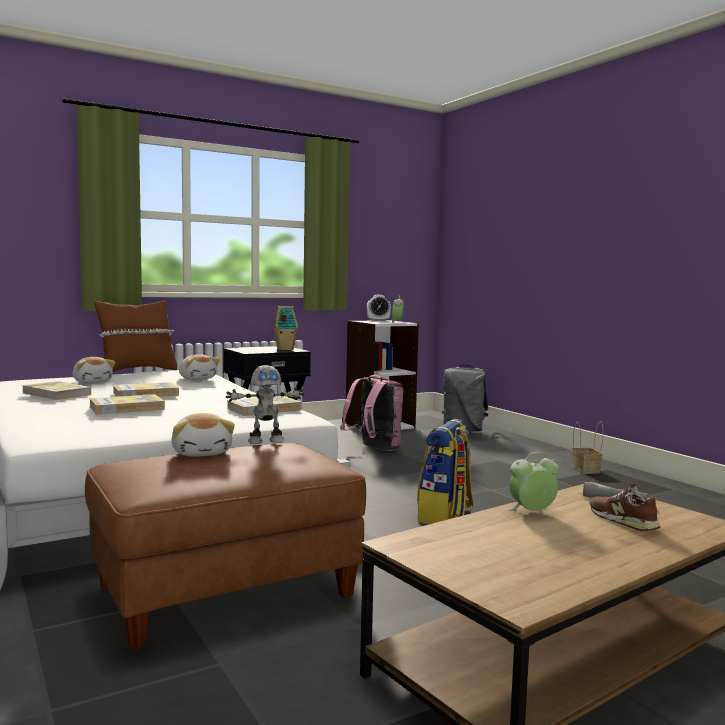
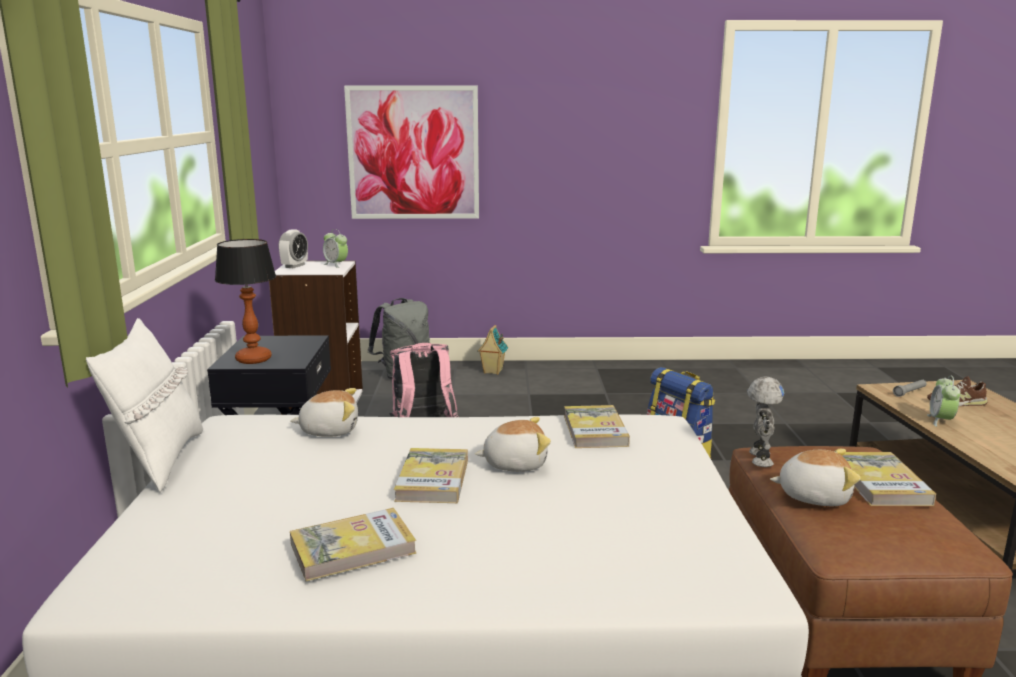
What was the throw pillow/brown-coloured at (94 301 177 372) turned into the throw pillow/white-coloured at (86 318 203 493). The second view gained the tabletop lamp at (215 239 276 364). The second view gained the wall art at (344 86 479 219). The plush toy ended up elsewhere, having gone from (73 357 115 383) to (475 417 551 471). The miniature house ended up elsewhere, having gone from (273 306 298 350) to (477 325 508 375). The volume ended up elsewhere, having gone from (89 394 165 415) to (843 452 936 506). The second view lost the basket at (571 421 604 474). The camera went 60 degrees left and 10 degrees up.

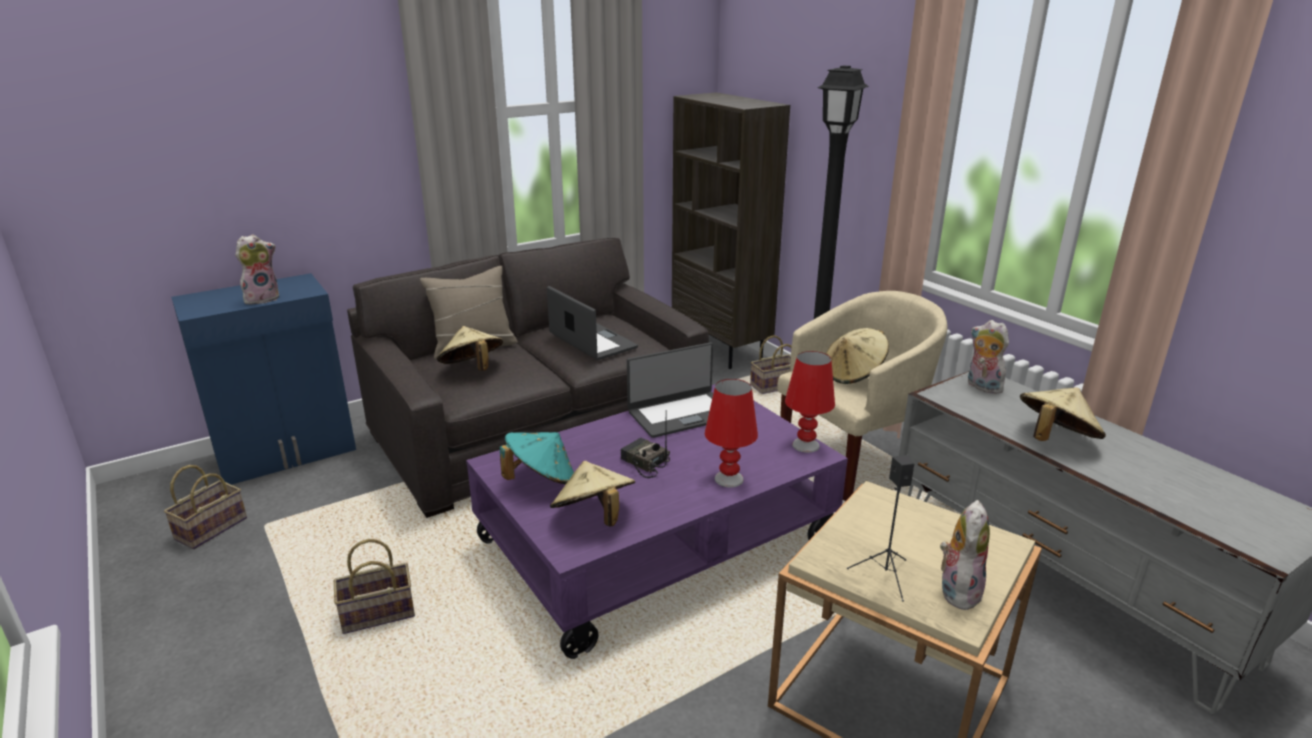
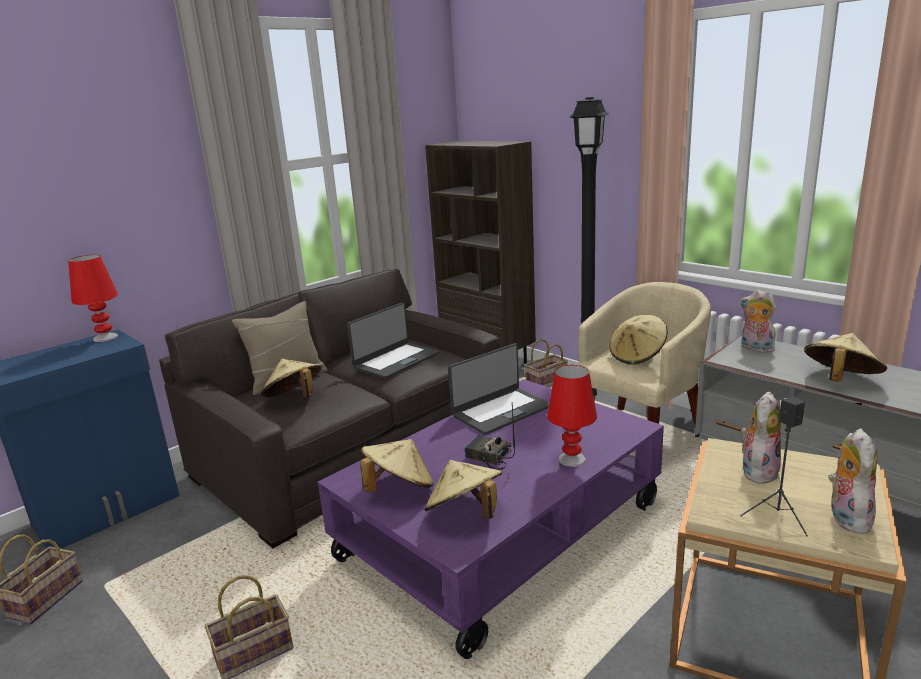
The tabletop lamp/red-coloured ended up elsewhere, having gone from (785 351 835 453) to (68 255 118 342). The laptop at (547 286 638 360) ended up facing another way, 90 degrees clockwise from before. What was the clothing hat/blue-green at (500 432 574 485) turned into the clothing hat/beige-coloured at (361 439 434 493). The plush toy ended up elsewhere, having gone from (235 234 279 304) to (740 391 781 484). The camera went 10 degrees left and 5 degrees down.

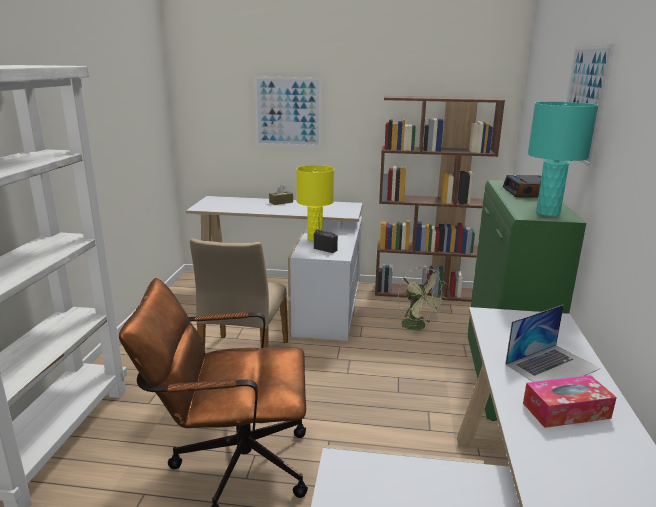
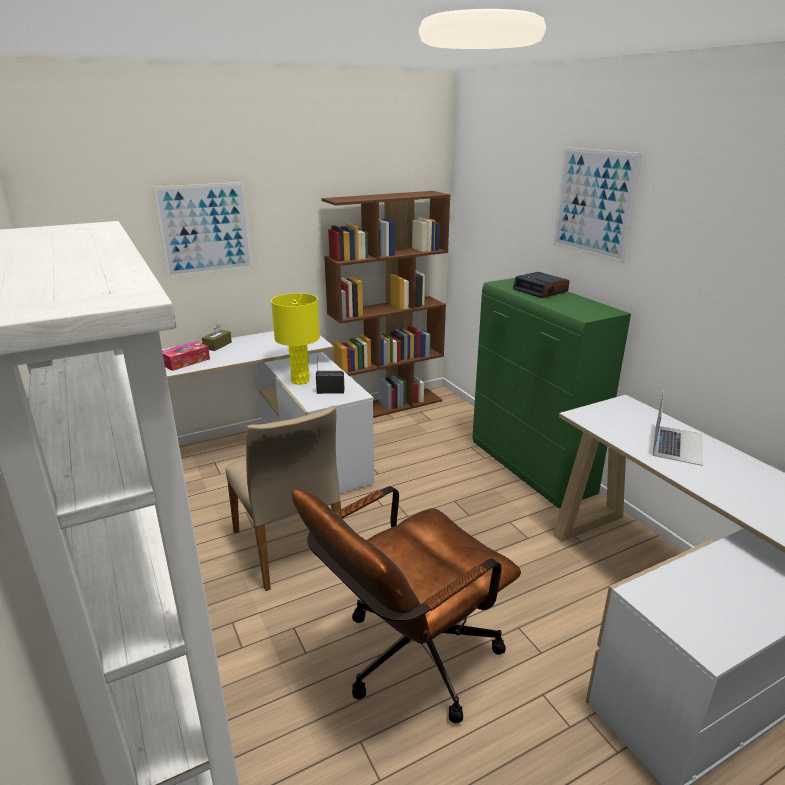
The tissue holder ended up elsewhere, having gone from (523 375 617 428) to (162 341 210 371). The second view lost the cooling fan/greenish at (398 267 447 333). The second view lost the tabletop lamp/blue-green at (528 102 598 216). The camera went 35 degrees left and 5 degrees up.

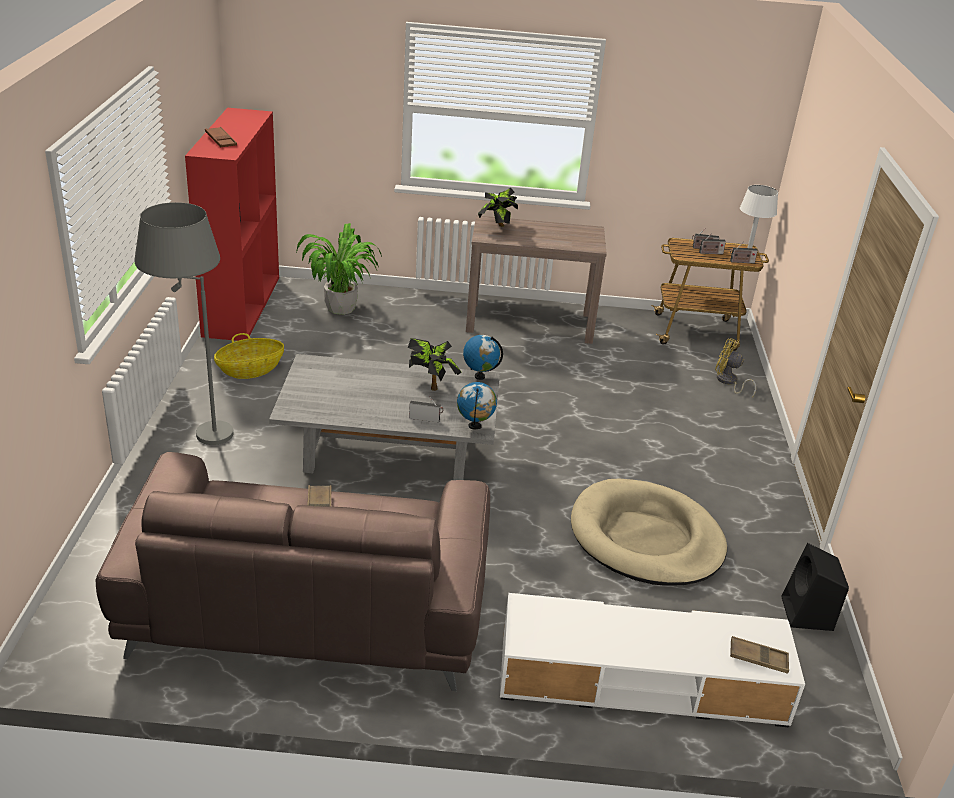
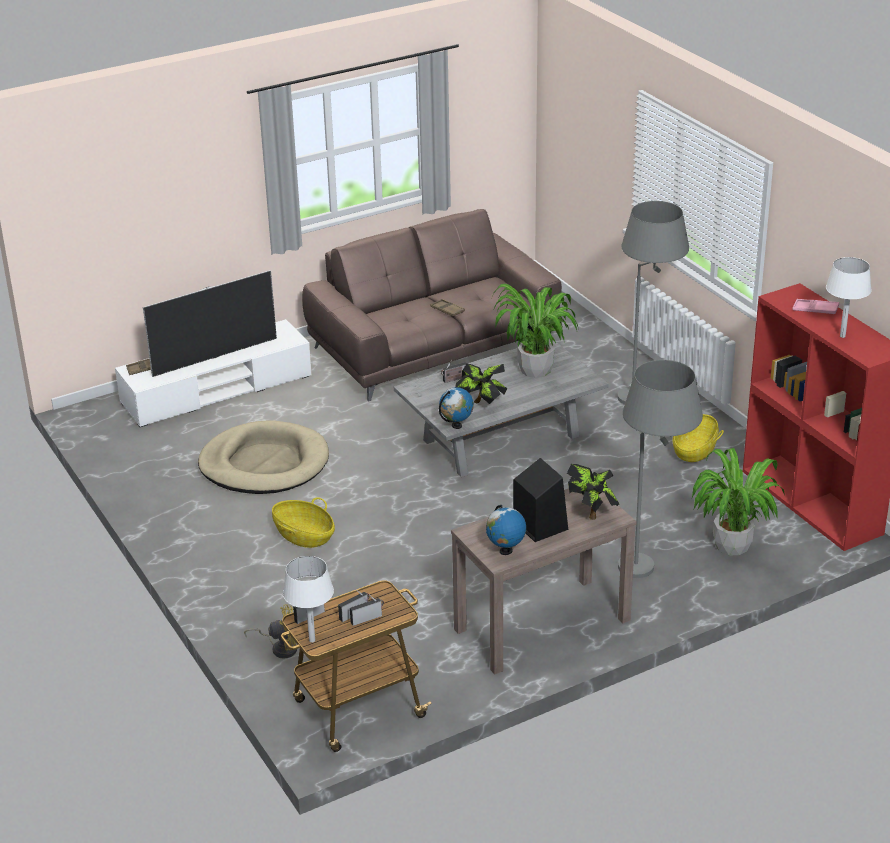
The second view gained the TV set at (143 270 277 377). The second view gained the basket at (272 497 335 548). The globe ended up elsewhere, having gone from (457 382 497 430) to (486 505 526 555). The second view gained the plant in a pot at (492 284 579 378). The audio speaker/black ended up elsewhere, having gone from (781 543 849 631) to (513 458 568 542). The second view gained the standard lamp/gray at (618 360 703 578). What was the tray/brown-coloured at (205 127 237 147) turned into the tray/pinkish at (792 299 839 314). The second view gained the tabletop lamp/white-coloured at (826 257 872 338). The camera went 150 degrees right and 0 degrees up.

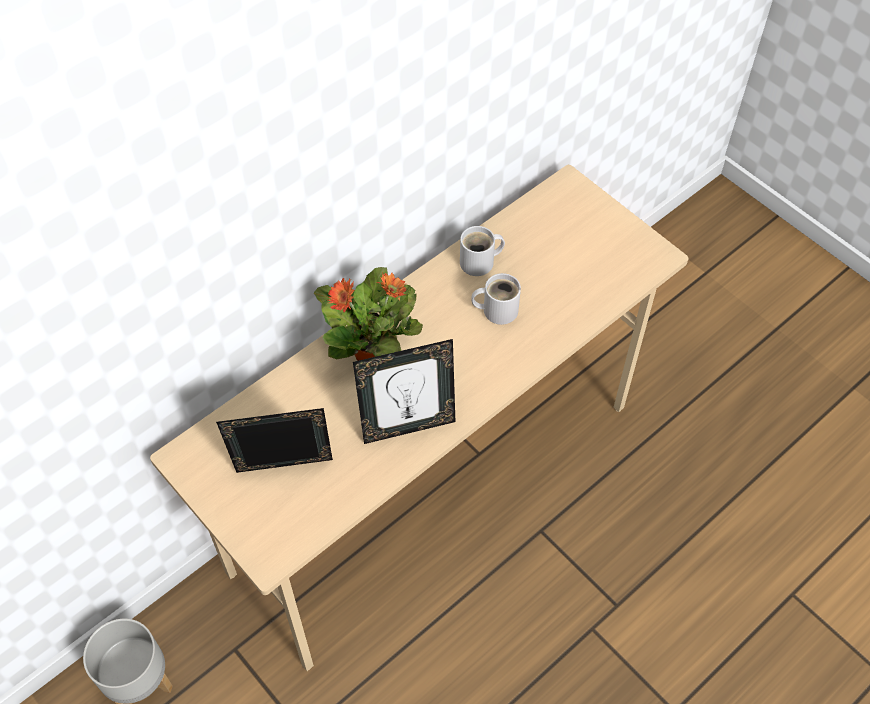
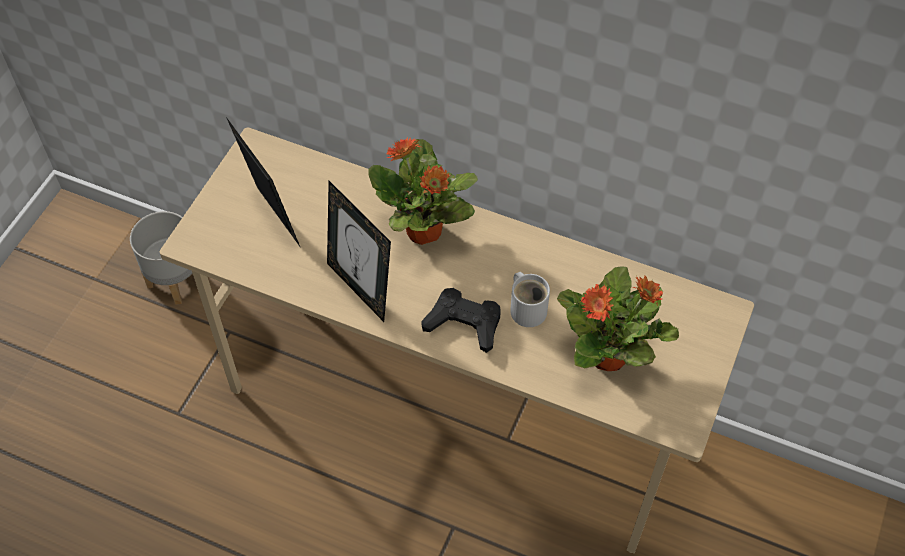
The second view gained the game controller/black at (421 288 501 353). The second view gained the plant in a pot at (557 266 679 371). The second view lost the mug/white-coloured at (460 226 505 276). The camera went 65 degrees right and 0 degrees up.

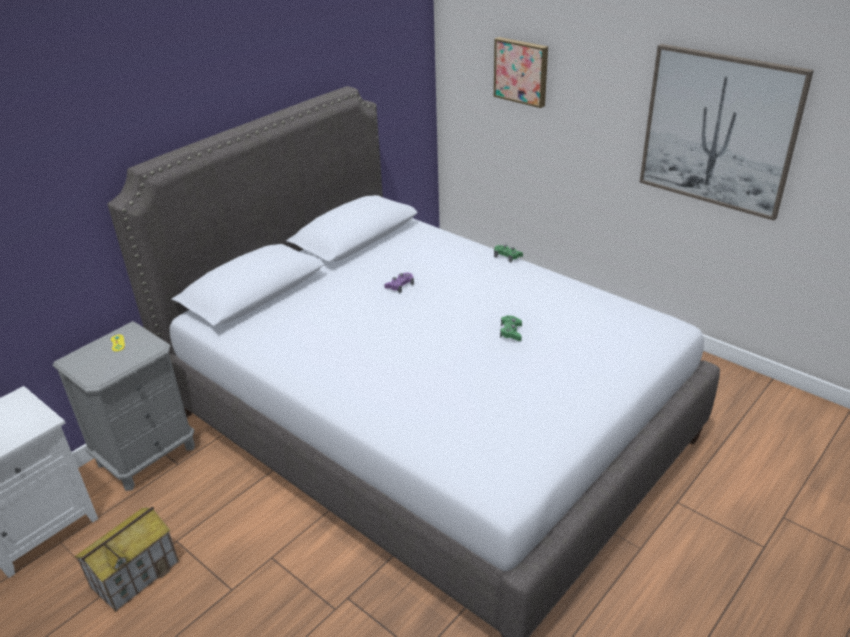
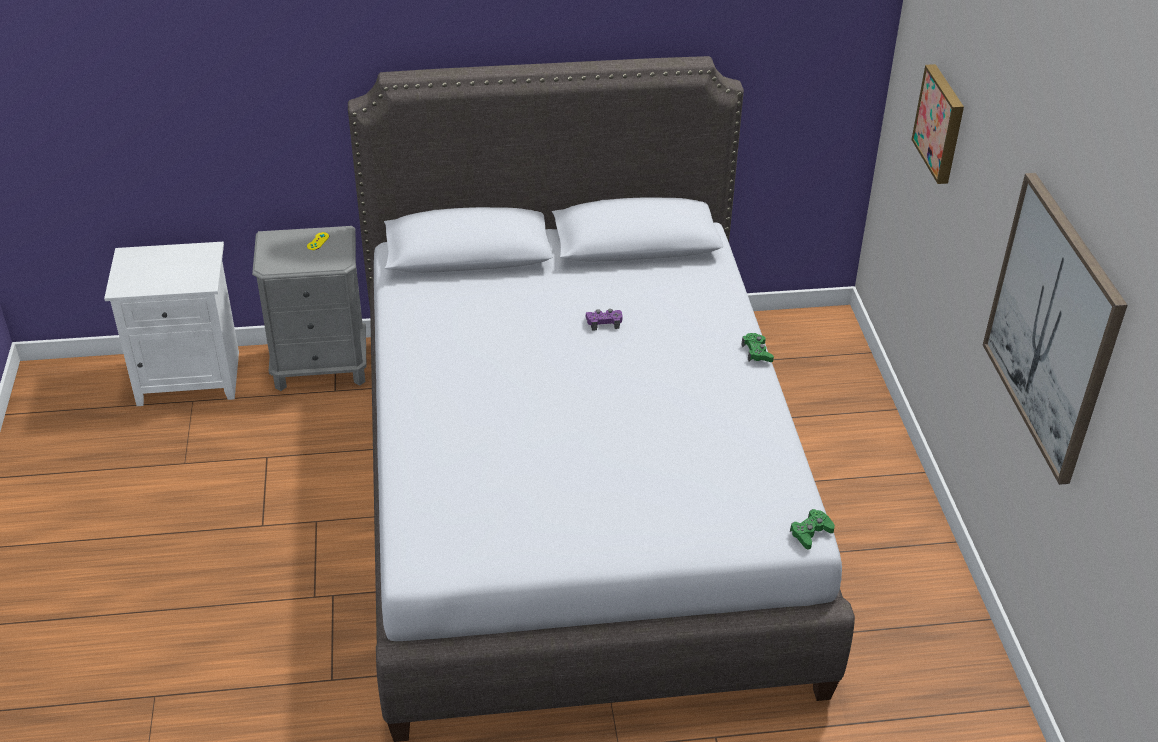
The game controller/greenish ended up elsewhere, having gone from (500 315 522 341) to (790 509 835 550). The second view lost the miniature house at (74 506 179 612). The camera went 40 degrees right and 5 degrees up.

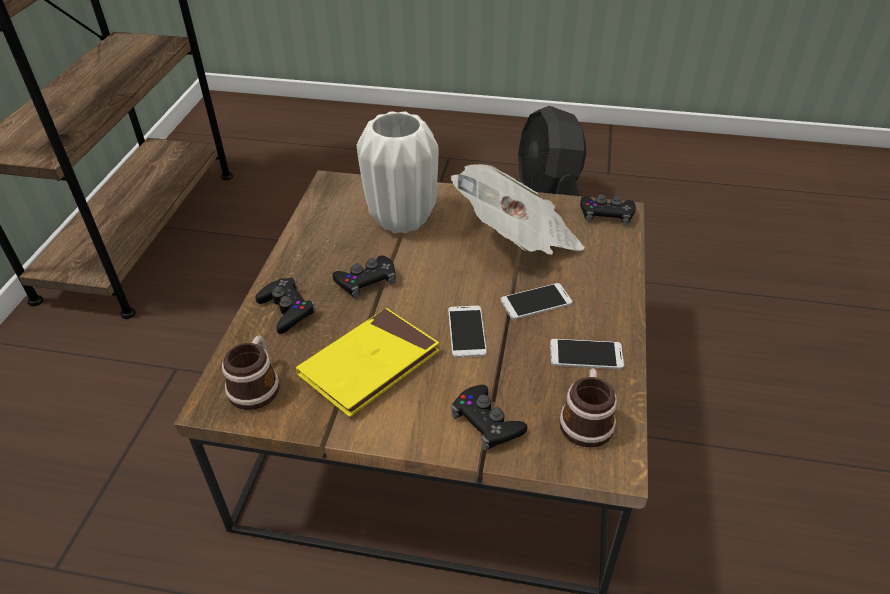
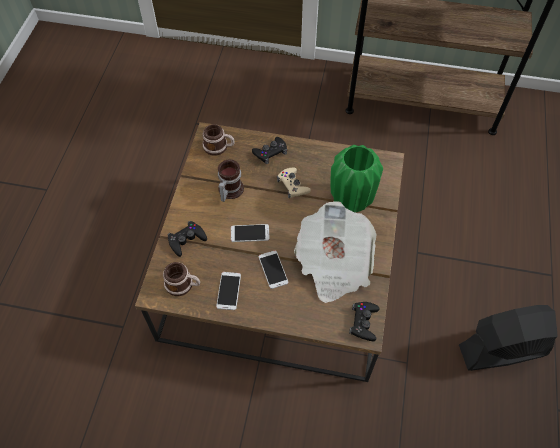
Where the volume/yellow-coloured stood at (296 308 440 417), the mug came to stand at (218 159 244 202). What was the game controller/black at (332 256 395 298) turned into the game controller/beige-coloured at (277 168 311 198). What was the vase/white-coloured at (357 111 438 233) turned into the vase/greenish at (331 145 383 213). The camera went 90 degrees right and 15 degrees up.

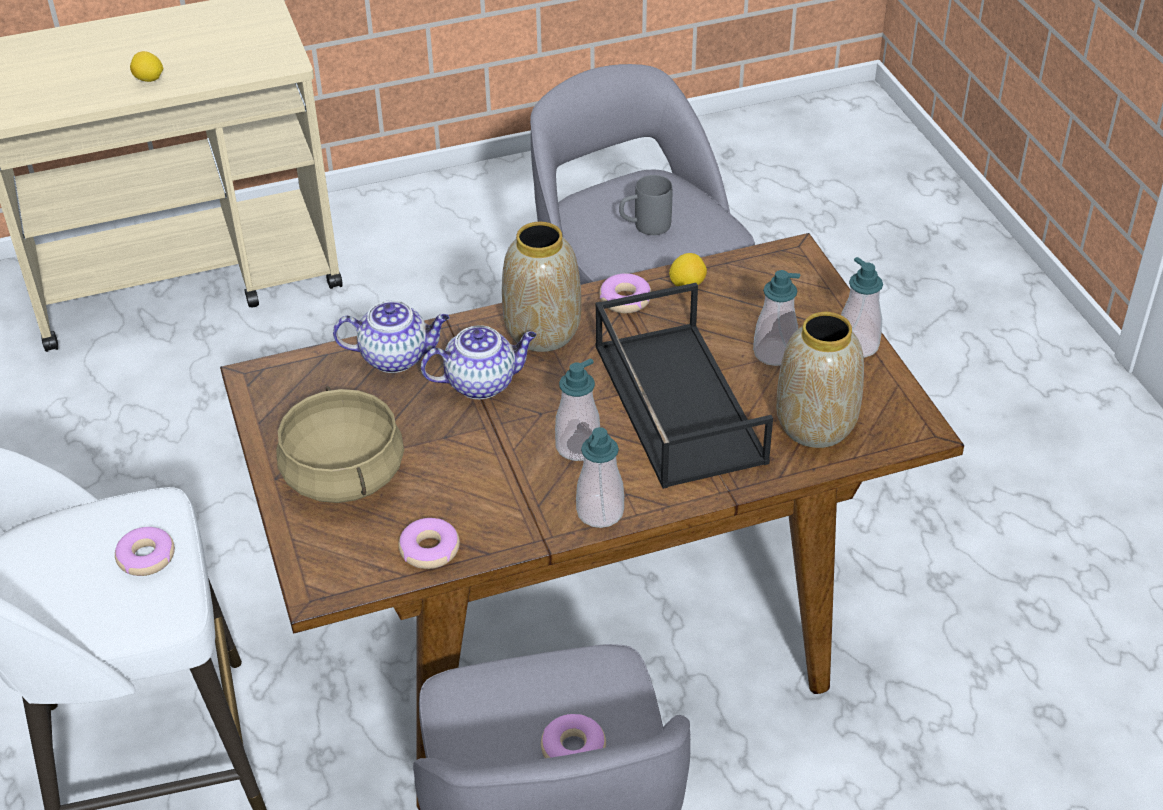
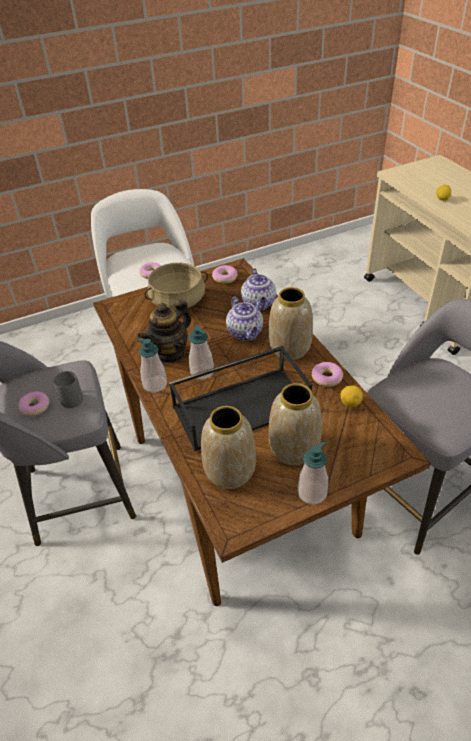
The mug/gray ended up elsewhere, having gone from (619 175 672 235) to (53 370 83 408). The second view gained the tea pot at (138 299 191 364). The donut ended up elsewhere, having gone from (398 518 460 569) to (212 265 237 284). Where the soap dispenser stood at (753 270 800 366), the vase came to stand at (269 383 322 465). The camera went 85 degrees right and 0 degrees up.

